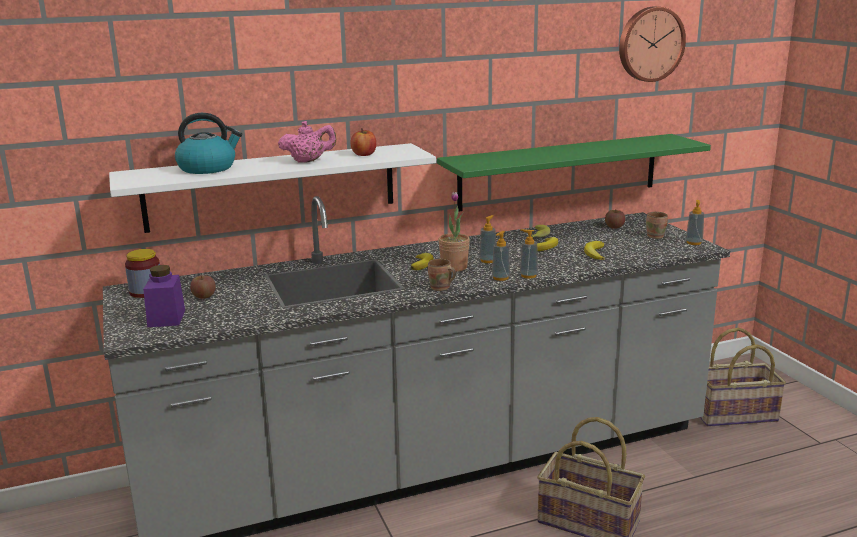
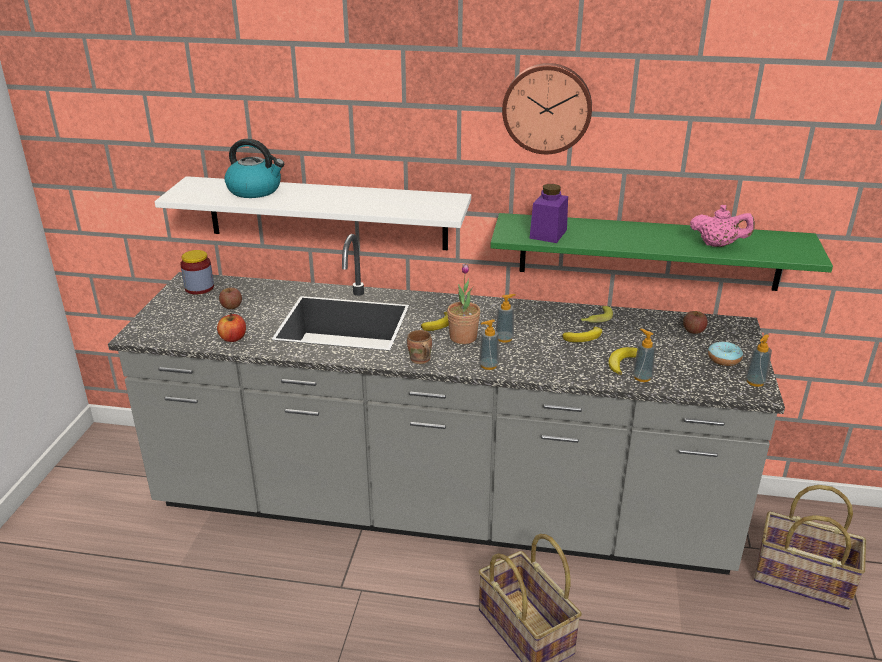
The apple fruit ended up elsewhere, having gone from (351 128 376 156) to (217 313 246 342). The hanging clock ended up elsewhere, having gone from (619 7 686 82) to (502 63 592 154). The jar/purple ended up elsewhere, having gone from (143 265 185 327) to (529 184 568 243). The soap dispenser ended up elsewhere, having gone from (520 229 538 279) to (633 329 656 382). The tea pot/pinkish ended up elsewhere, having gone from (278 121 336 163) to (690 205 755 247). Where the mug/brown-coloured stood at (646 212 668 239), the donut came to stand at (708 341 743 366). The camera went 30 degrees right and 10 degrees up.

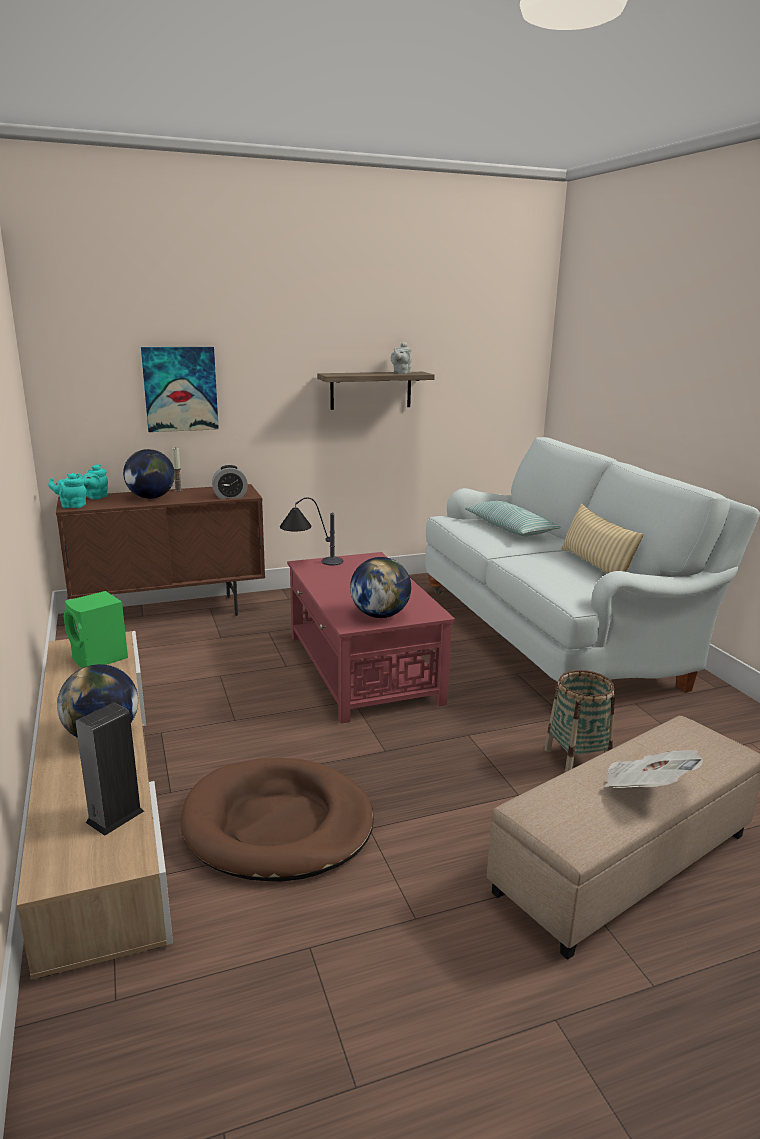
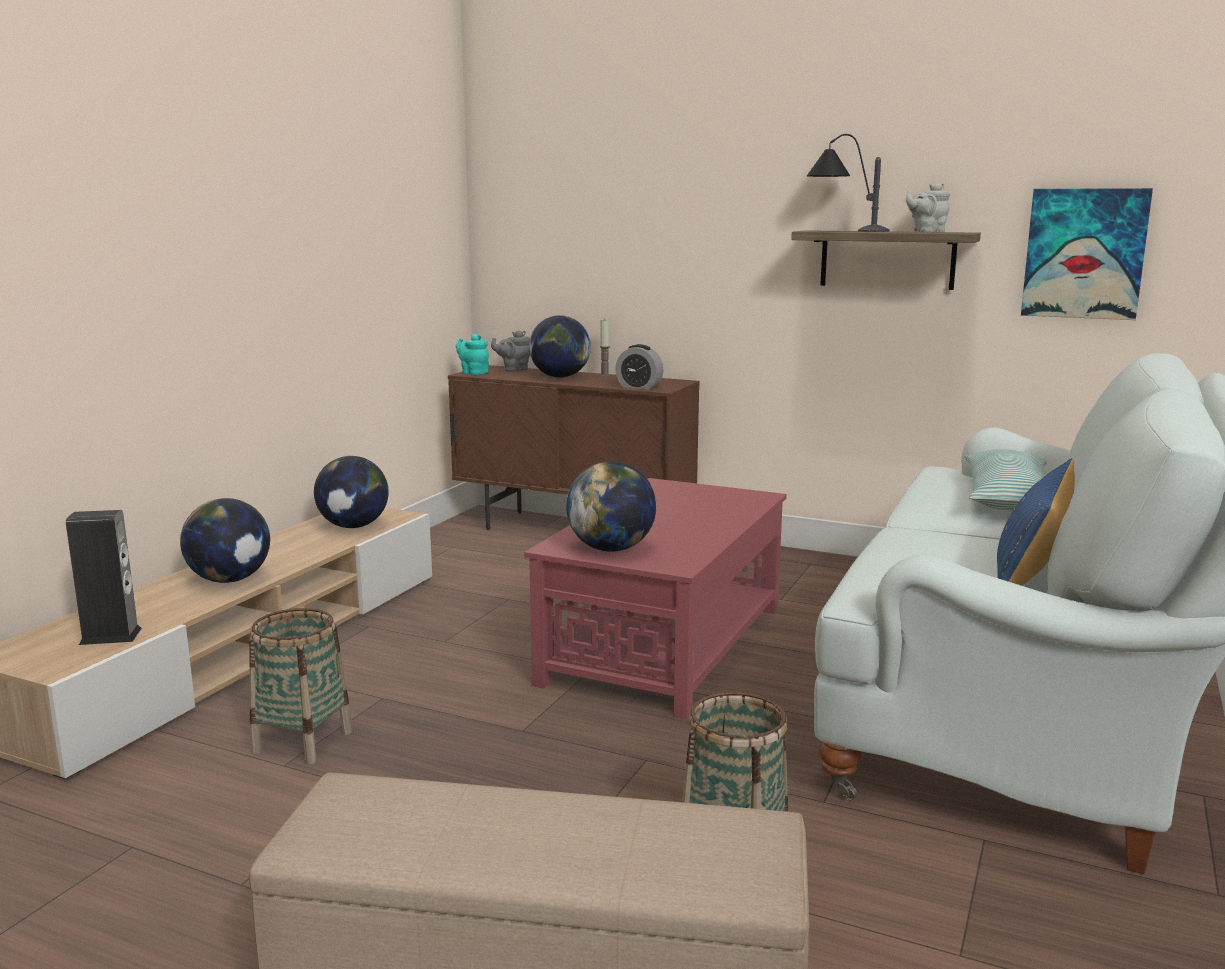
Where the dog bed/brown-coloured stood at (181 758 374 882), the basket came to stand at (250 608 353 765). Where the audio speaker/greenish stood at (64 591 128 668), the globe came to stand at (314 456 389 528). What was the tea pot/blue-green at (79 464 108 500) turned into the tea pot/gray at (491 330 530 371). The tabletop lamp ended up elsewhere, having gone from (280 497 343 565) to (807 134 889 232). What was the throw pillow/beige-coloured at (561 504 644 574) turned into the throw pillow/blue-coloured at (997 458 1075 586). The wall art ended up elsewhere, having gone from (141 347 219 432) to (1021 188 1153 320). The second view lost the daily paper at (604 750 703 788). The camera went 45 degrees right and 5 degrees down.

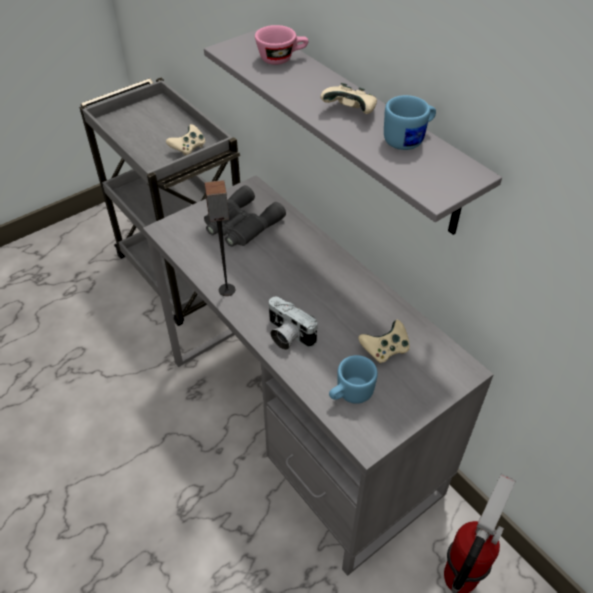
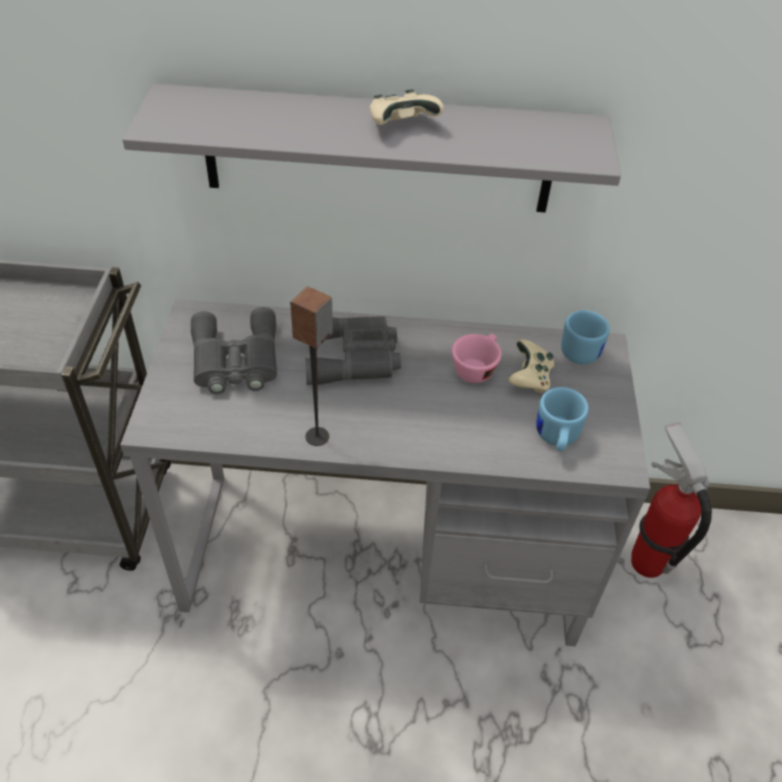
The second view gained the pair of binoculars/gray at (305 316 401 385). The cup/pinkish ended up elsewhere, having gone from (255 25 308 65) to (452 333 501 383). The mug/blue-coloured ended up elsewhere, having gone from (384 95 436 150) to (561 310 610 364). The second view lost the game controller/beige-coloured at (166 124 206 155). The second view lost the photo camera at (269 297 317 350). The camera went 50 degrees left and 0 degrees up.

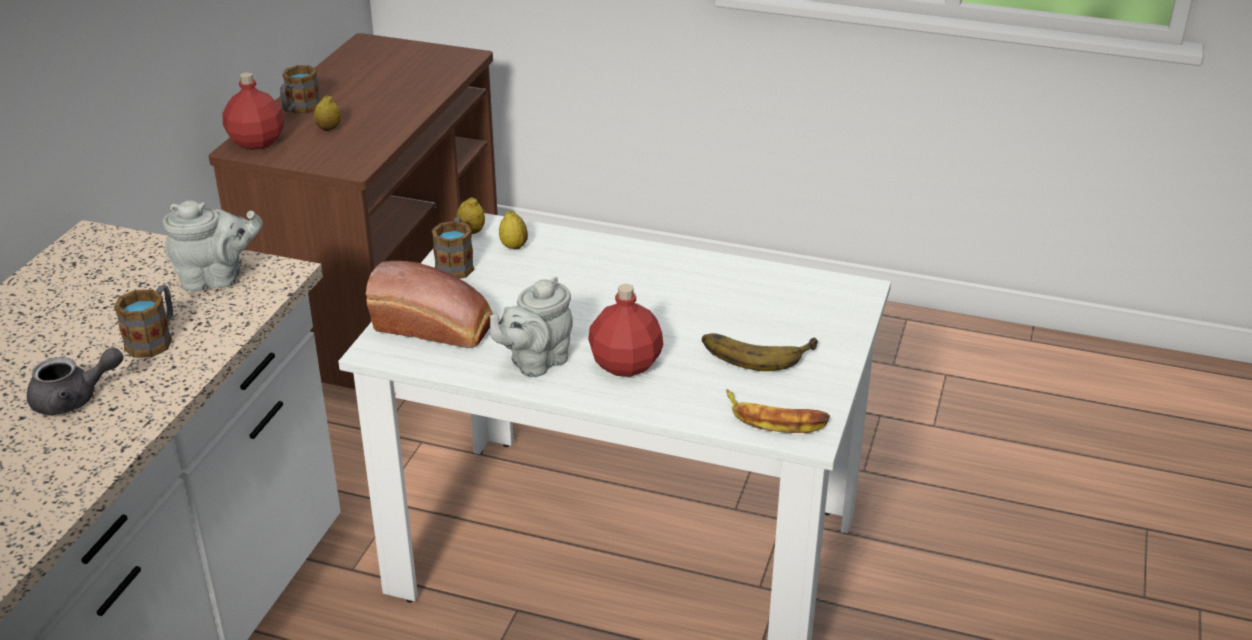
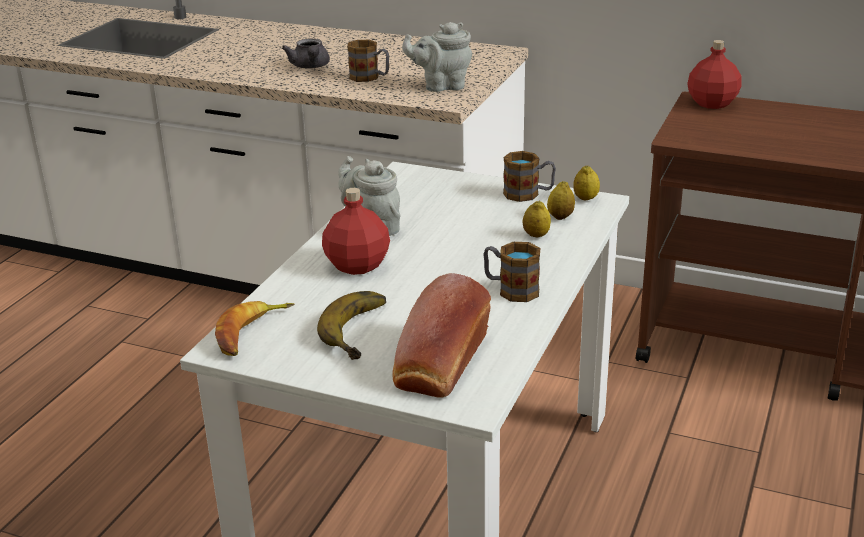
The baked bread ended up elsewhere, having gone from (366 261 493 348) to (393 273 491 398). The tea pot/gray at (163 200 263 292) ended up facing another way, 90 degrees clockwise from before. The mug ended up elsewhere, having gone from (280 65 320 113) to (483 242 540 302). The whole lemon ended up elsewhere, having gone from (314 95 341 131) to (523 200 551 237). The camera went 95 degrees right and 5 degrees down.

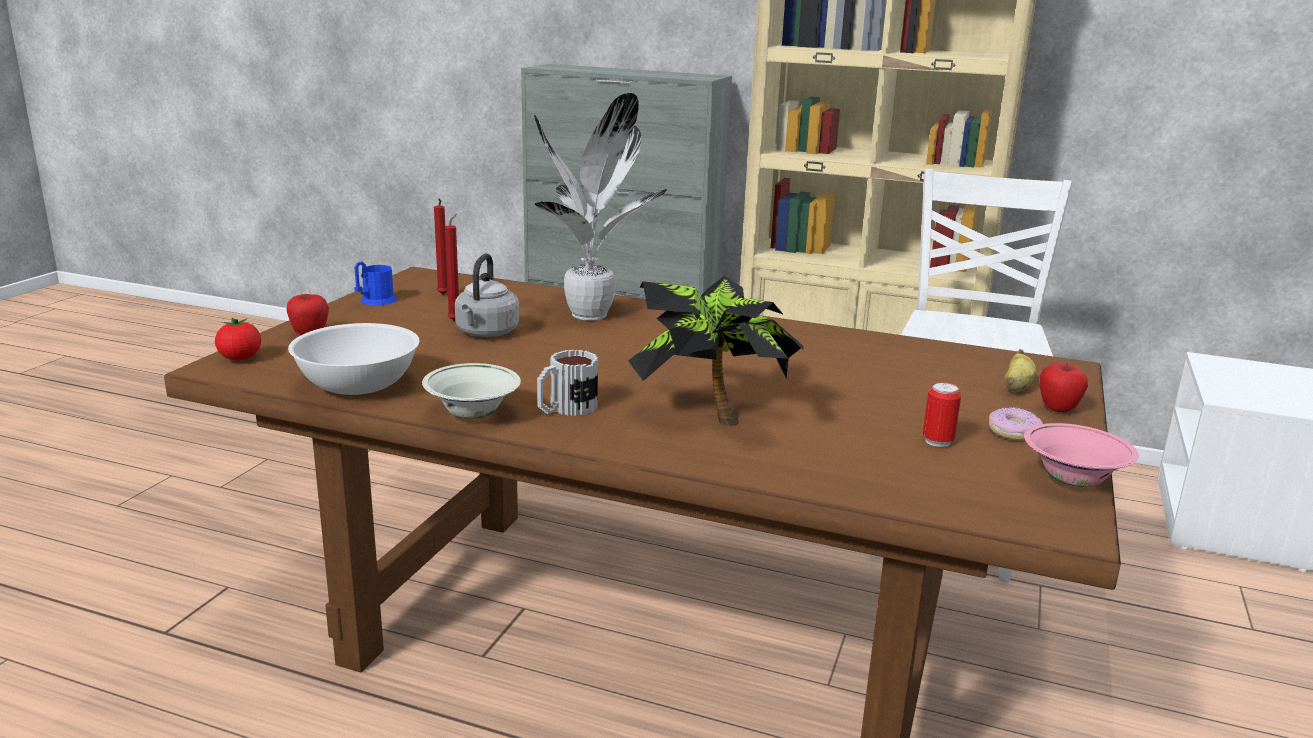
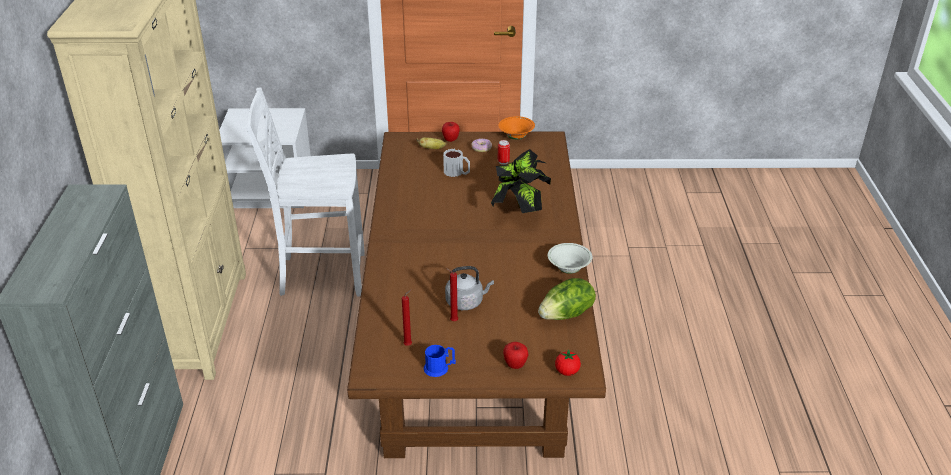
The mug ended up elsewhere, having gone from (537 350 598 416) to (443 149 470 177). What was the deep dish/pinkish at (1024 423 1139 487) turned into the deep dish/orange at (498 116 535 140). Where the deep dish/white-coloured stood at (288 323 419 395), the lettuce came to stand at (538 278 596 320). The second view lost the plant in a pot at (534 93 667 321). The camera went 110 degrees left and 15 degrees up.

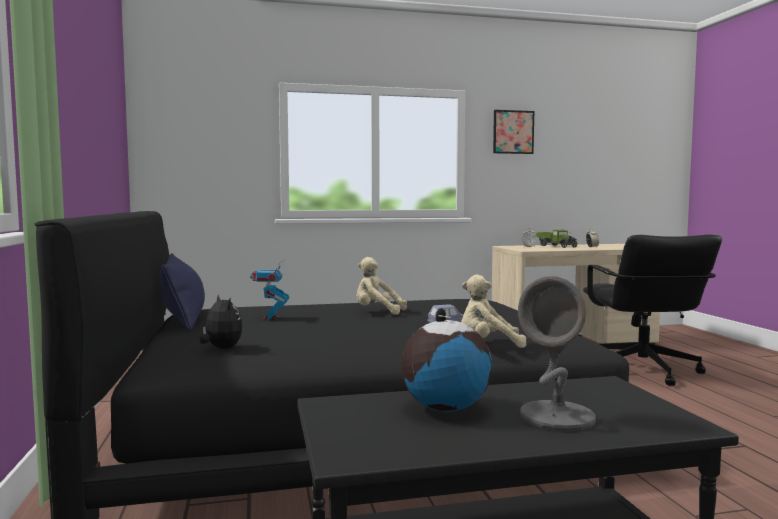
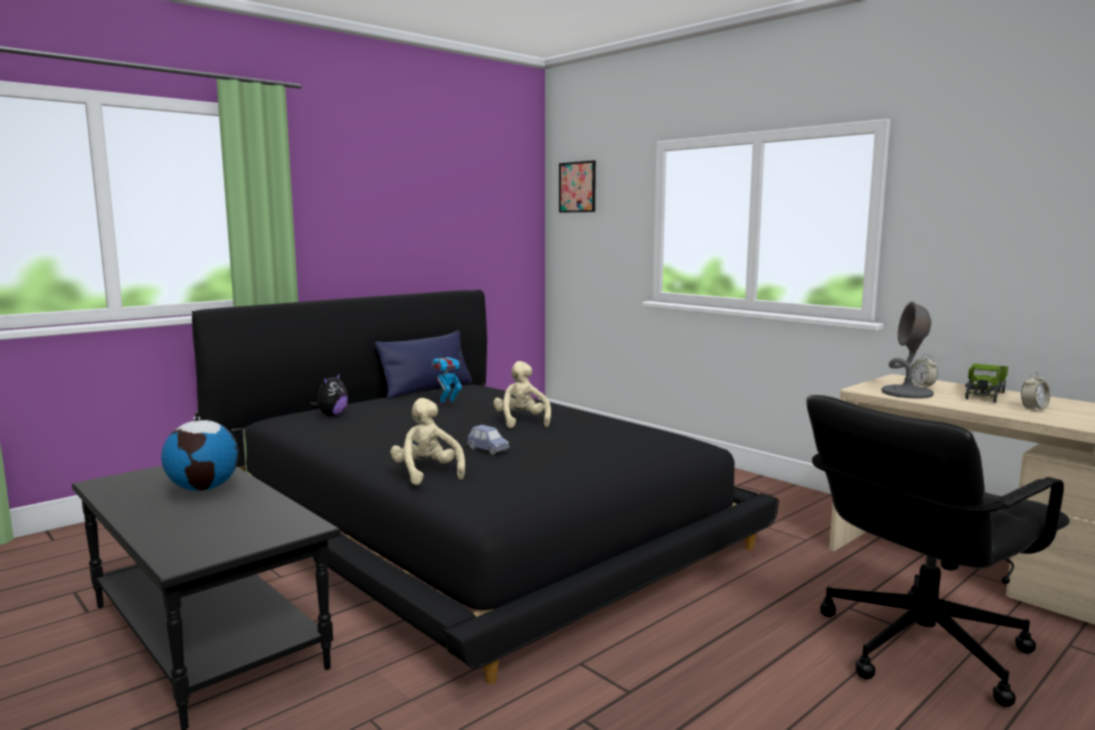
The wall art ended up elsewhere, having gone from (493 110 534 154) to (559 160 596 213). The tabletop lamp/gray ended up elsewhere, having gone from (518 276 596 432) to (881 302 934 399). The camera went 60 degrees right and 5 degrees up.

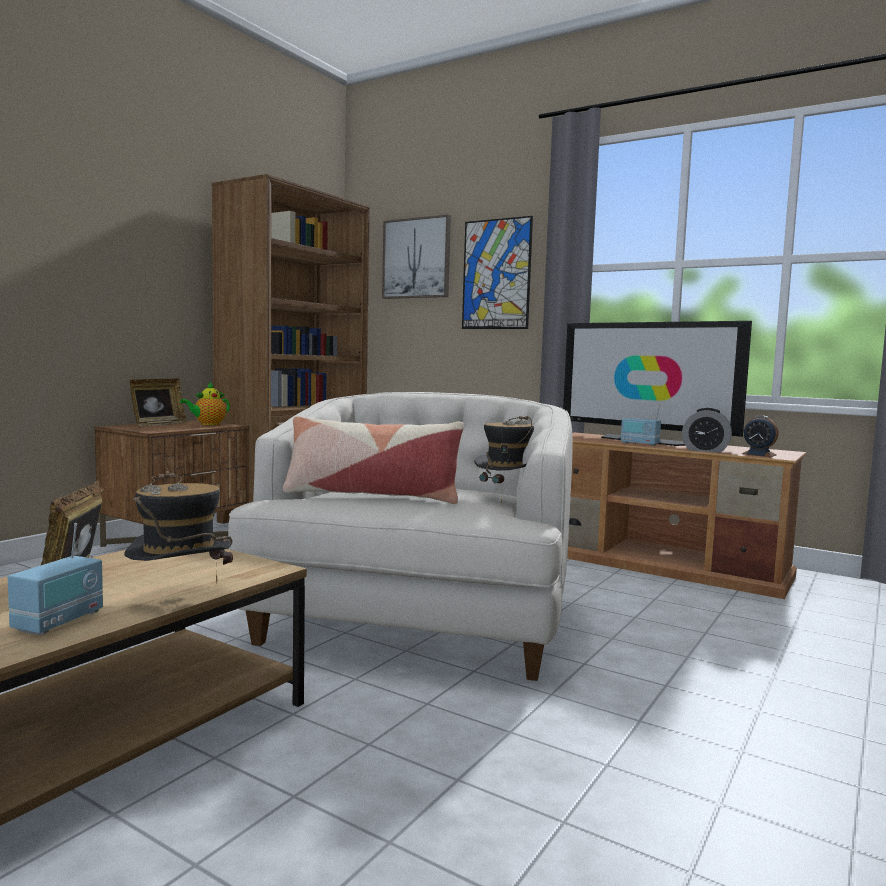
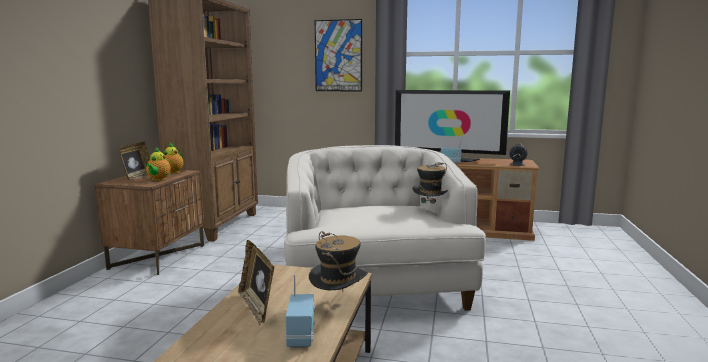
The second view gained the tea pot at (145 147 171 181). The second view lost the throw pillow at (283 417 464 504). The second view lost the wall art at (382 214 451 299). The second view lost the table clock at (682 408 732 453). The camera went 20 degrees left and 5 degrees up.

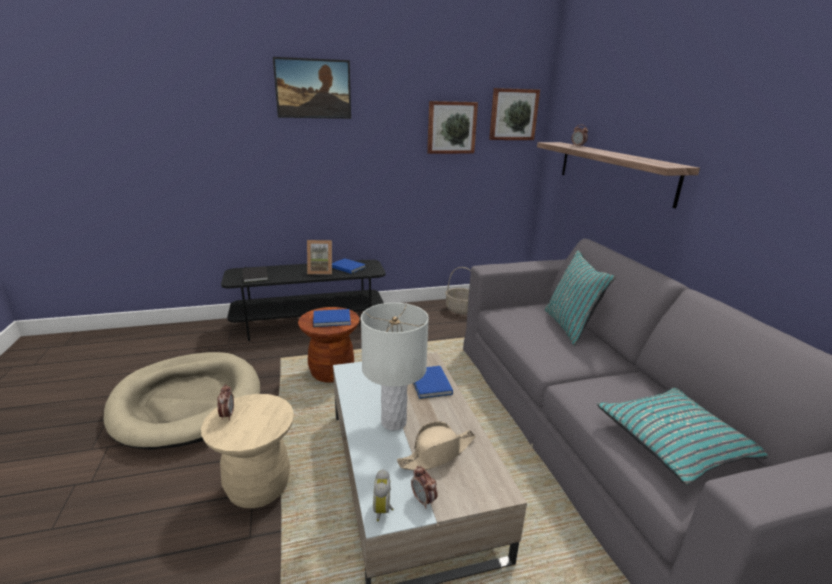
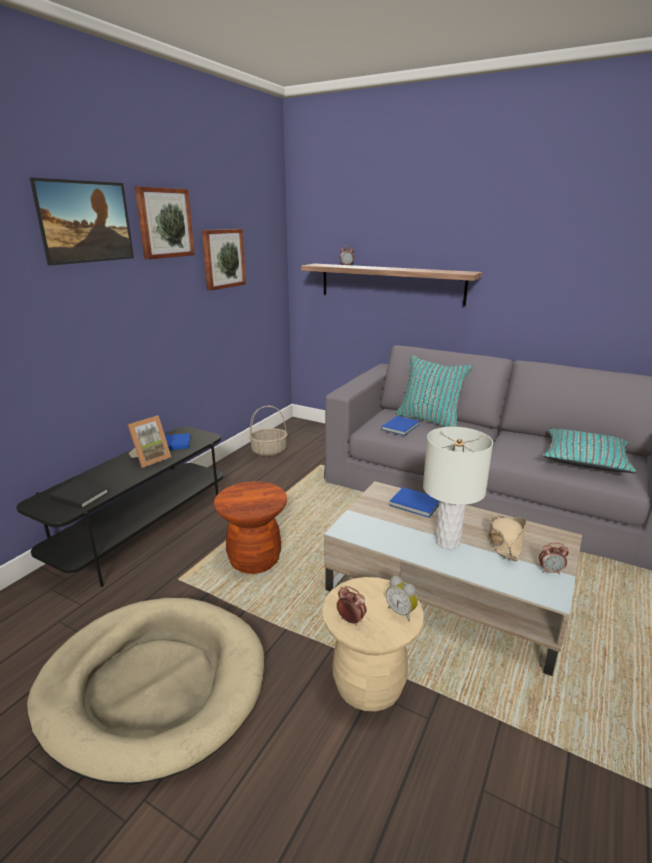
The wall art ended up elsewhere, having gone from (489 88 540 140) to (135 186 195 259). The volume/blue-coloured ended up elsewhere, having gone from (313 309 351 327) to (381 416 419 436). The table clock ended up elsewhere, having gone from (373 469 394 521) to (386 576 418 621). The camera went 45 degrees left and 0 degrees up.

